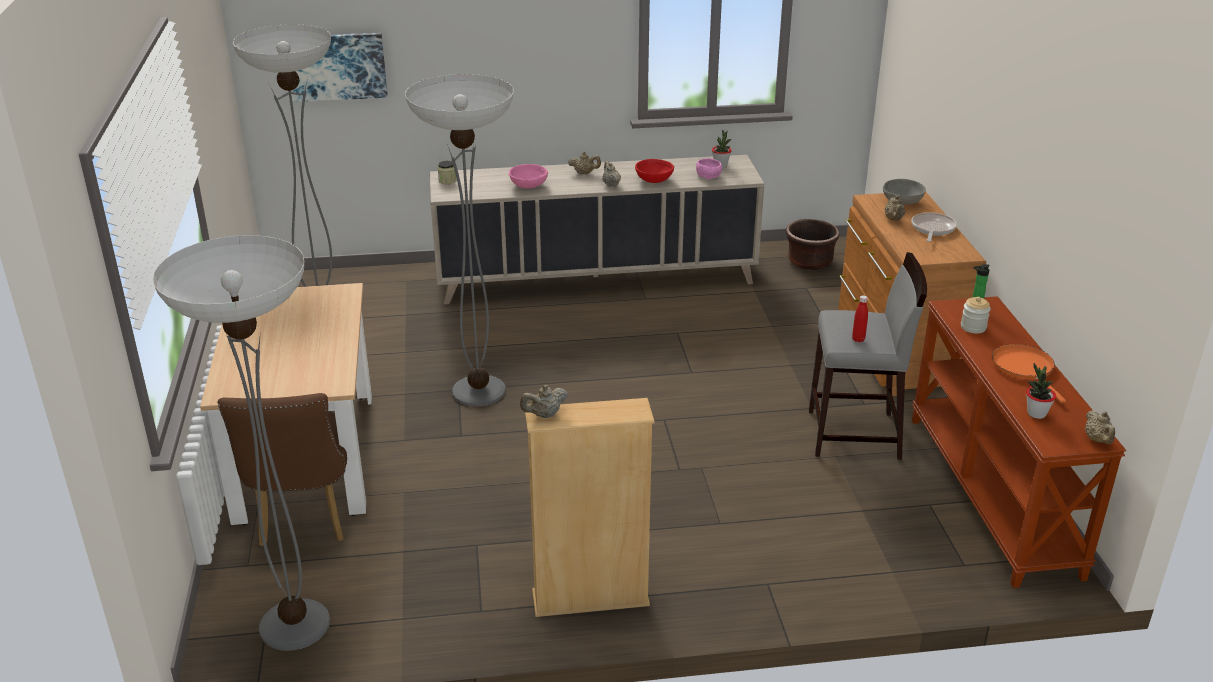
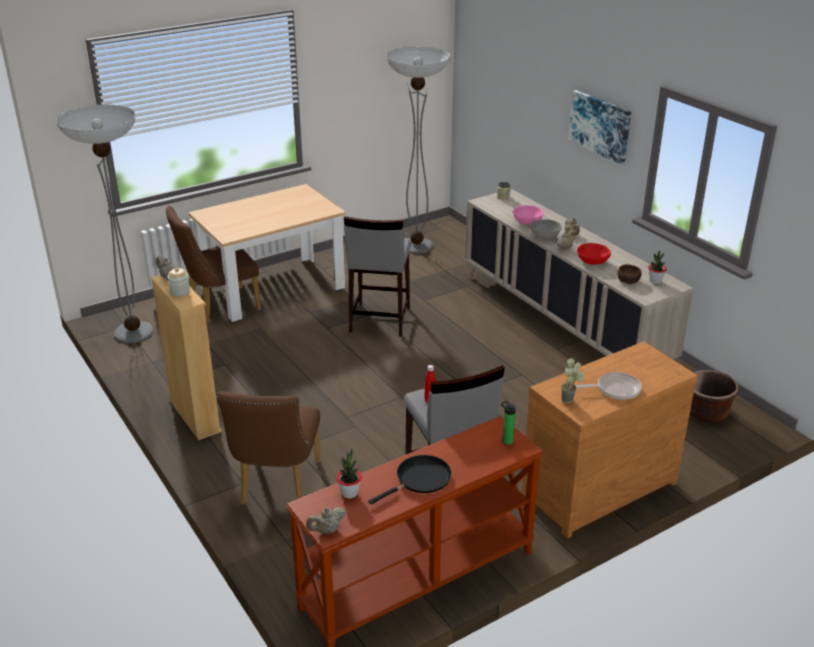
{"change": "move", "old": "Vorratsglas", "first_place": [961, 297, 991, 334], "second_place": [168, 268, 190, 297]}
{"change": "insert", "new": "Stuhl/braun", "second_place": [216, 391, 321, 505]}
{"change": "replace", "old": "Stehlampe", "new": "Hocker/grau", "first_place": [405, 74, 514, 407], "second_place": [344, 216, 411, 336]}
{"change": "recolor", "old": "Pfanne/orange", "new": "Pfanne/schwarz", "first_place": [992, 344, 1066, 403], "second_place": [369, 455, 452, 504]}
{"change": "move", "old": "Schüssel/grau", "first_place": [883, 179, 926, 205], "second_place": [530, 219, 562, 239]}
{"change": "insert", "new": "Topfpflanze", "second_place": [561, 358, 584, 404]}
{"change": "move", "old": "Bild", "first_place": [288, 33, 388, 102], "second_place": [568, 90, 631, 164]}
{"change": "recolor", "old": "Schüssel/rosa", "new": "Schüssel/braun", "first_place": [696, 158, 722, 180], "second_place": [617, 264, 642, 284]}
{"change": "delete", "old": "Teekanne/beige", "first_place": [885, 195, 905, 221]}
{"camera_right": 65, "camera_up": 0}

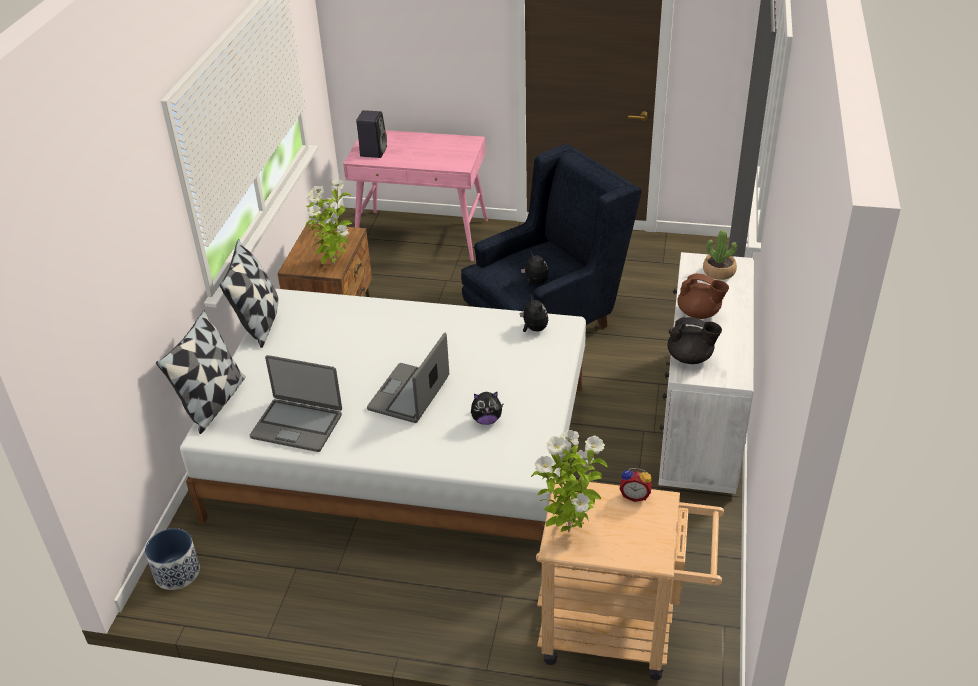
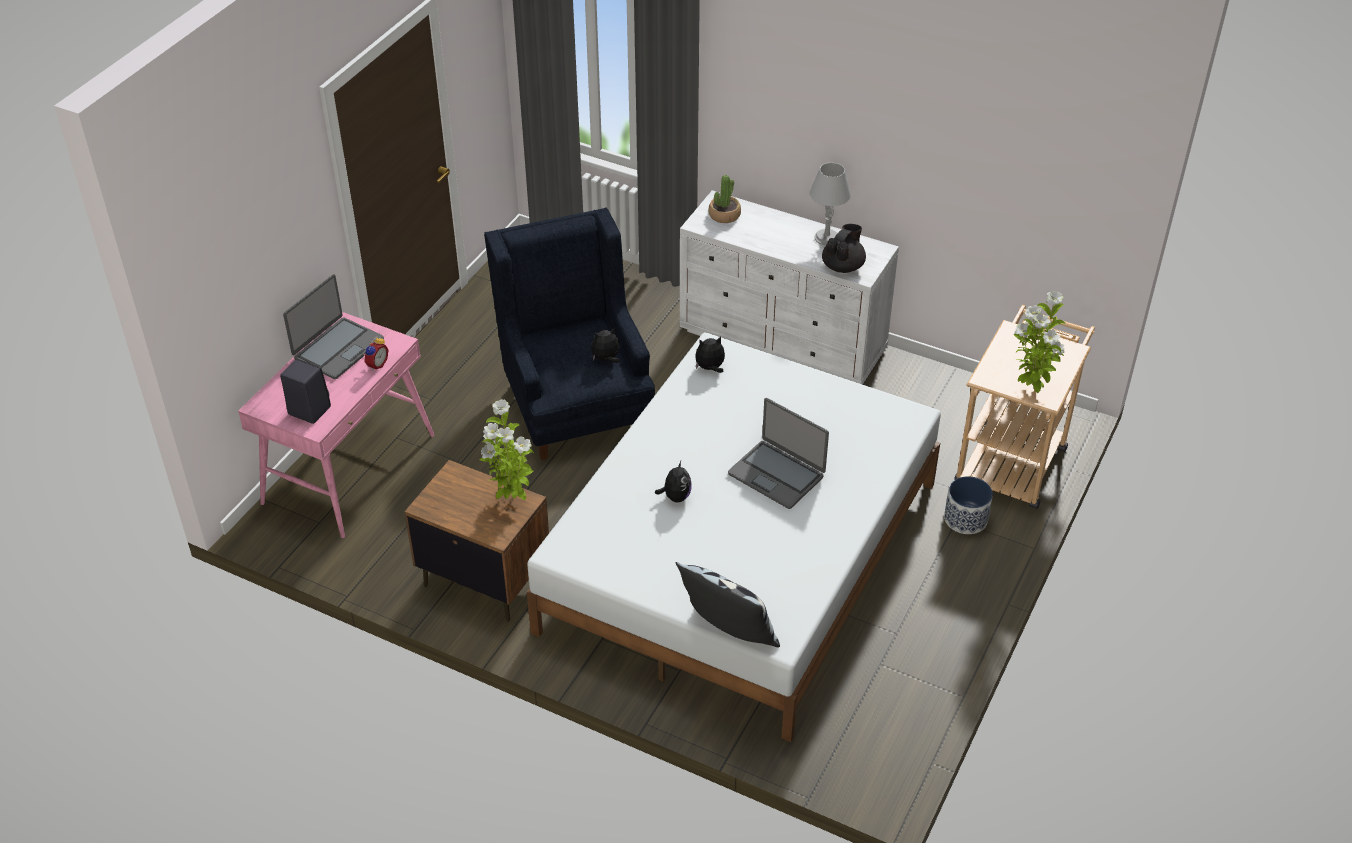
{"change": "move", "old": "Laptop", "first_place": [250, 355, 342, 452], "second_place": [283, 274, 384, 379]}
{"change": "move", "old": "Wecker", "first_place": [620, 468, 652, 502], "second_place": [363, 336, 389, 371]}
{"change": "move", "old": "Plüschtier", "first_place": [471, 391, 504, 425], "second_place": [655, 461, 692, 502]}
{"change": "insert", "new": "Tischlampe/grau", "second_place": [810, 162, 851, 246]}
{"change": "move", "old": "Pflanzkübel", "first_place": [145, 528, 200, 590], "second_place": [944, 476, 993, 534]}
{"change": "delete", "old": "Kissen", "first_place": [219, 239, 278, 348]}
{"change": "delete", "old": "Teekanne/braun", "first_place": [677, 273, 729, 319]}
{"camera_right": -75, "camera_up": 5}

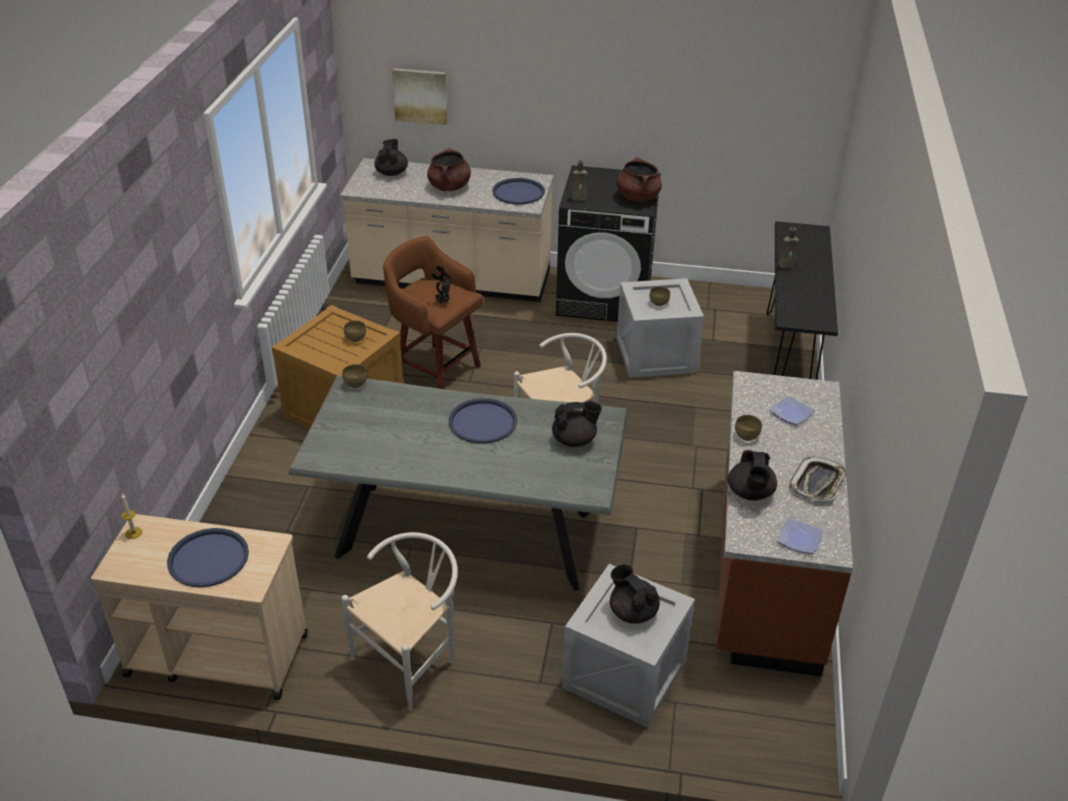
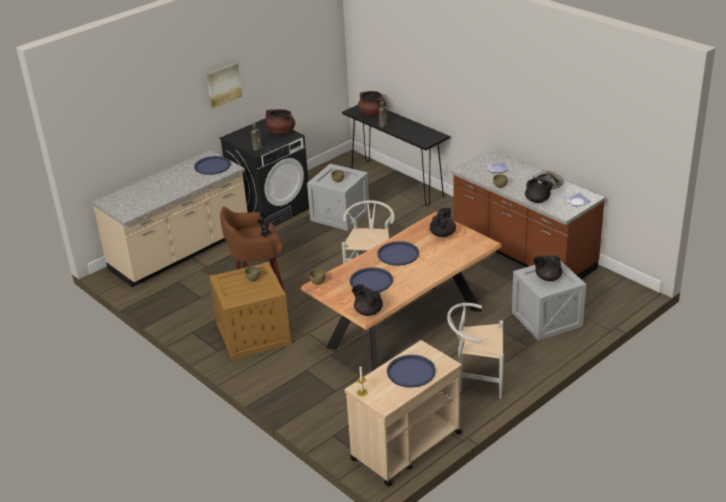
{"change": "move", "old": "Bild", "first_place": [392, 68, 447, 125], "second_place": [207, 62, 242, 109]}
{"change": "recolor", "old": "Esstisch/grau", "new": "Esstisch/braun", "first_place": [288, 376, 628, 591], "second_place": [300, 212, 502, 371]}
{"change": "insert", "new": "Tablett/blau", "second_place": [350, 268, 393, 292]}
{"change": "move", "old": "Teekanne/schwarz", "first_place": [375, 139, 408, 176], "second_place": [352, 284, 383, 316]}
{"change": "move", "old": "Kochtopf/braun", "first_place": [427, 148, 471, 191], "second_place": [358, 91, 386, 116]}
{"change": "rotate", "old": "Stuhl/weiß", "first_place": [341, 532, 458, 711], "second_place": [447, 303, 504, 399], "degrees": -75}
{"camera_right": -50, "camera_up": -5}

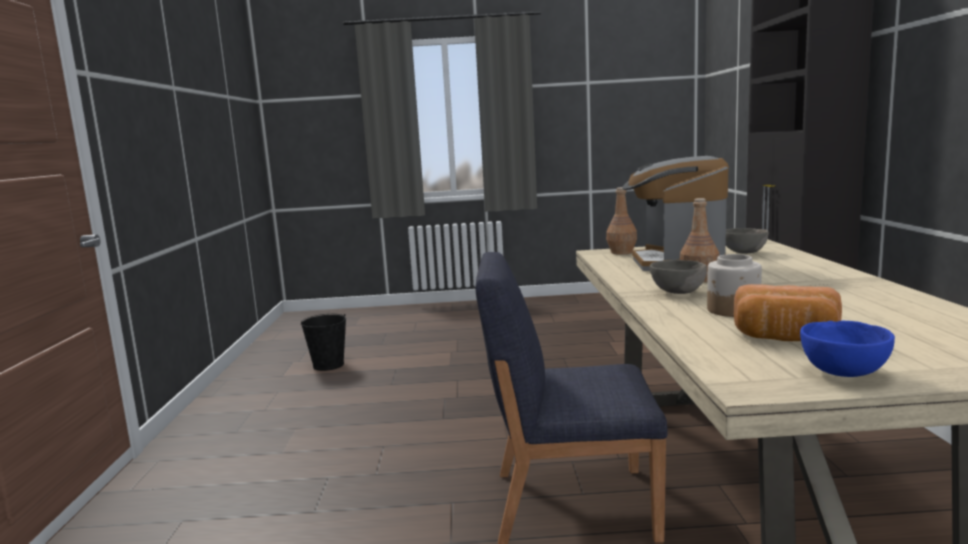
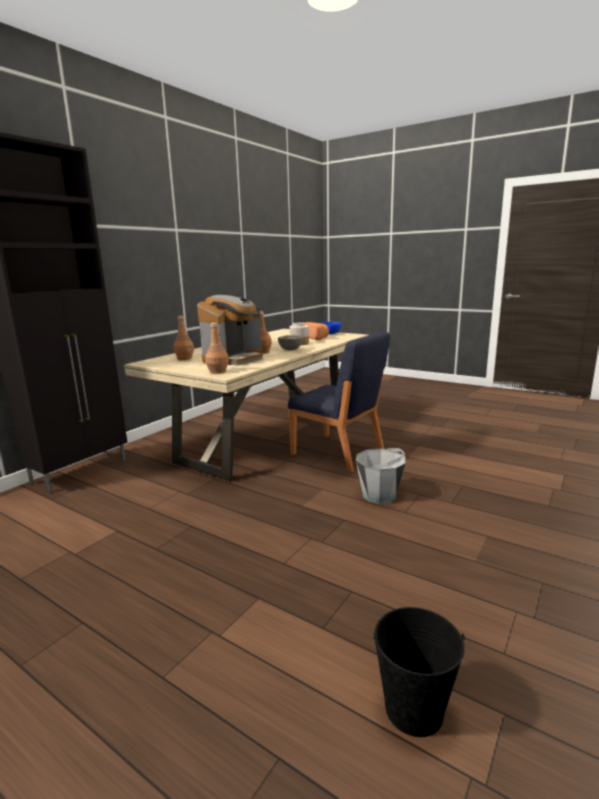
{"change": "replace", "old": "Schüssel/grau", "new": "Flasche/braun", "first_place": [726, 228, 769, 254], "second_place": [173, 316, 194, 360]}
{"change": "insert", "new": "Eimer/grau", "second_place": [356, 448, 406, 504]}
{"camera_right": -145, "camera_up": 5}

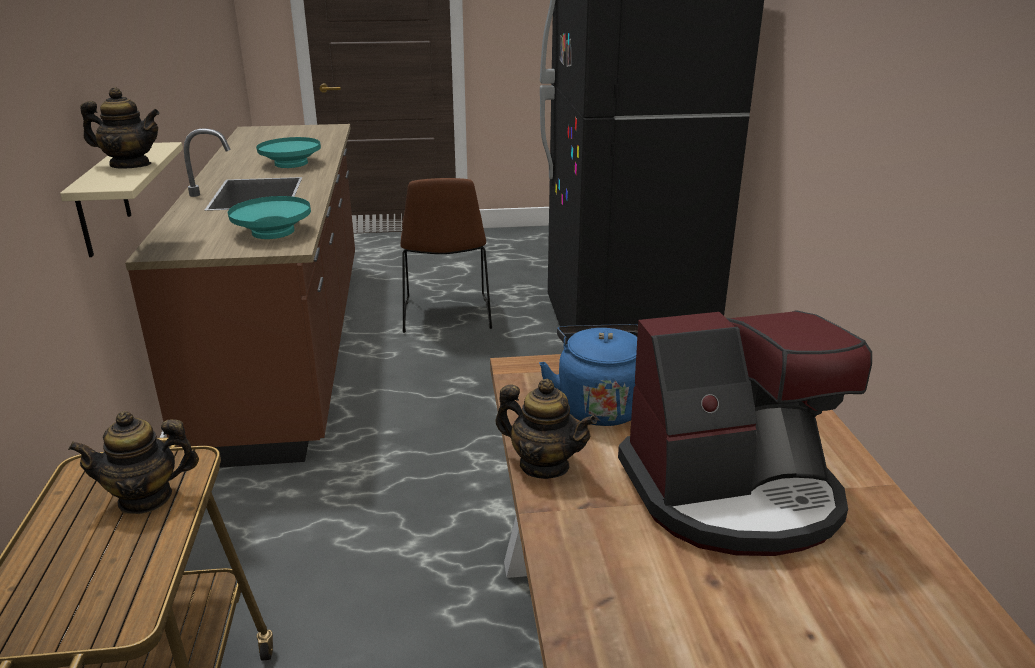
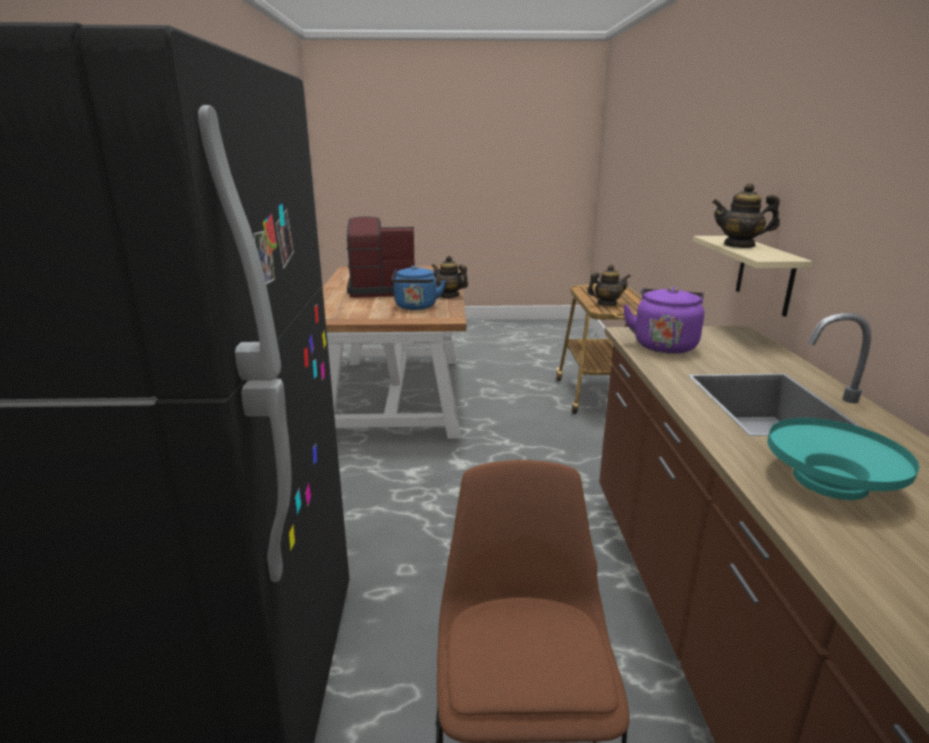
{"change": "replace", "old": "Schüssel/türkis", "new": "Wasserkessel/lila", "first_place": [228, 196, 311, 239], "second_place": [623, 287, 704, 354]}
{"camera_right": -175, "camera_up": -5}

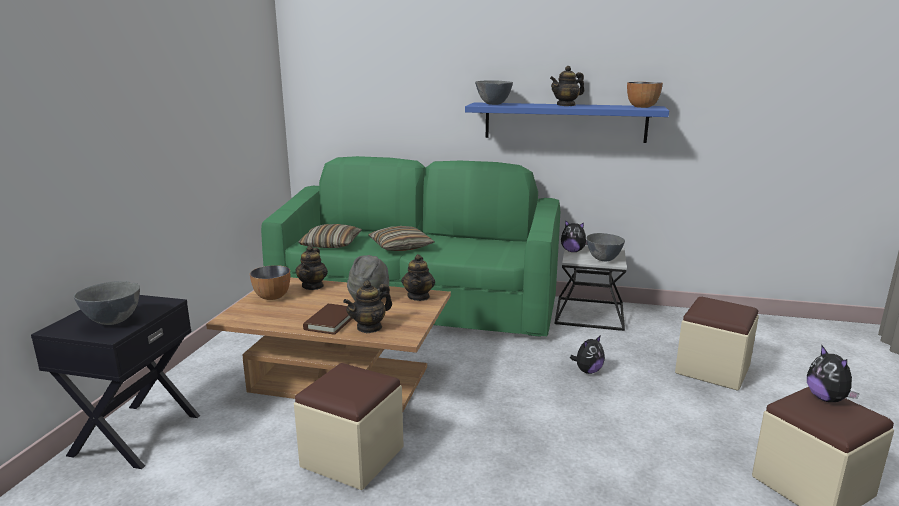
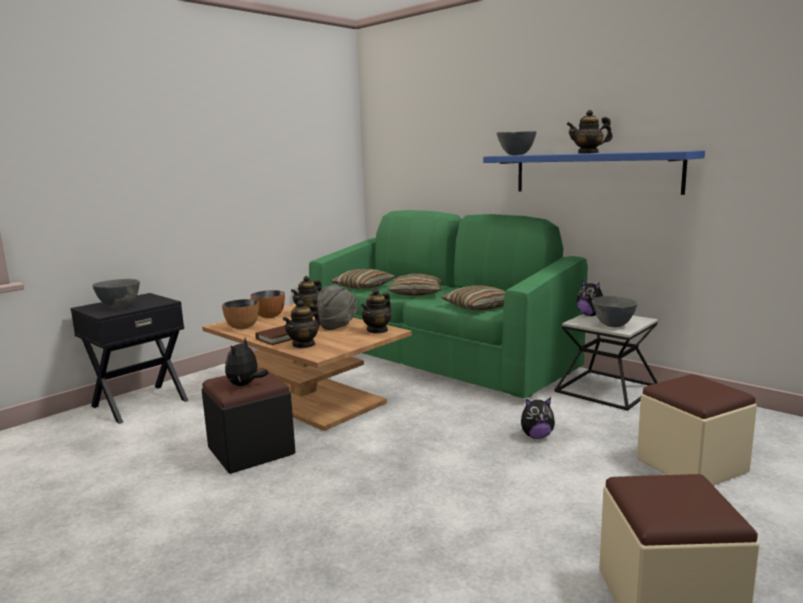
{"change": "recolor", "old": "Polsterhocker/beige", "new": "Polsterhocker/schwarz", "first_place": [294, 363, 404, 490], "second_place": [201, 368, 295, 474]}
{"change": "move", "old": "Schüssel", "first_place": [627, 82, 663, 108], "second_place": [222, 299, 259, 329]}
{"change": "move", "old": "Plüschtier", "first_place": [807, 346, 860, 402], "second_place": [225, 338, 268, 386]}
{"change": "rotate", "old": "Teekanne", "first_place": [343, 280, 392, 333], "second_place": [283, 300, 320, 348], "degrees": -45}
{"change": "insert", "new": "Kissen", "second_place": [441, 285, 506, 310]}
{"camera_right": 30, "camera_up": -5}

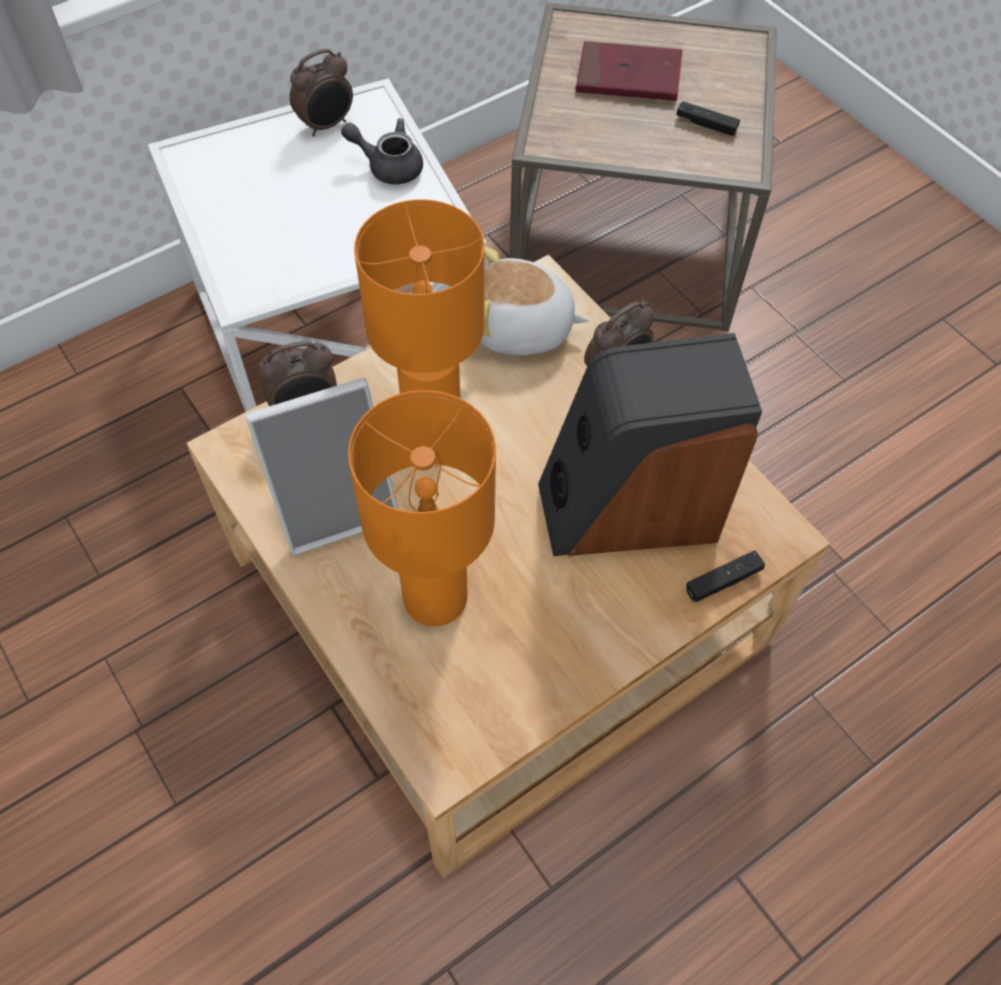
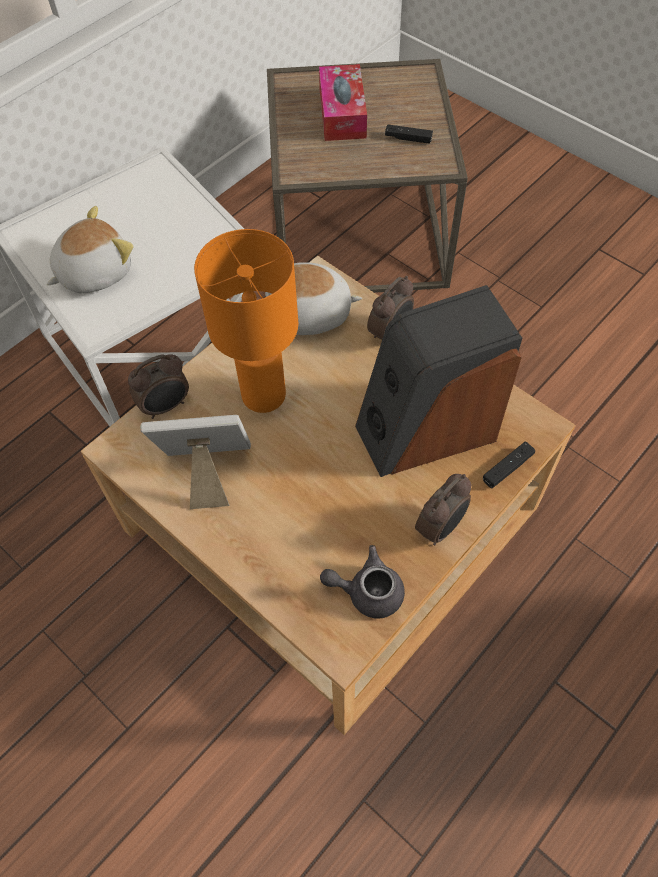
{"change": "insert", "new": "Plüschtier", "second_place": [47, 206, 133, 293]}
{"change": "rotate", "old": "Bilderrahmen", "first_place": [245, 378, 398, 555], "second_place": [140, 415, 251, 509], "degrees": -150}
{"change": "replace", "old": "Buch/rot", "new": "Taschentuchbox", "first_place": [576, 41, 683, 101], "second_place": [319, 64, 367, 141]}
{"change": "move", "old": "Teekanne/grau", "first_place": [341, 118, 423, 184], "second_place": [320, 545, 405, 618]}
{"change": "move", "old": "Wecker", "first_place": [289, 48, 353, 136], "second_place": [415, 474, 471, 545]}
{"change": "delete", "old": "Tischlampe/orange", "first_place": [348, 390, 496, 626]}
{"camera_right": -10, "camera_up": 0}

